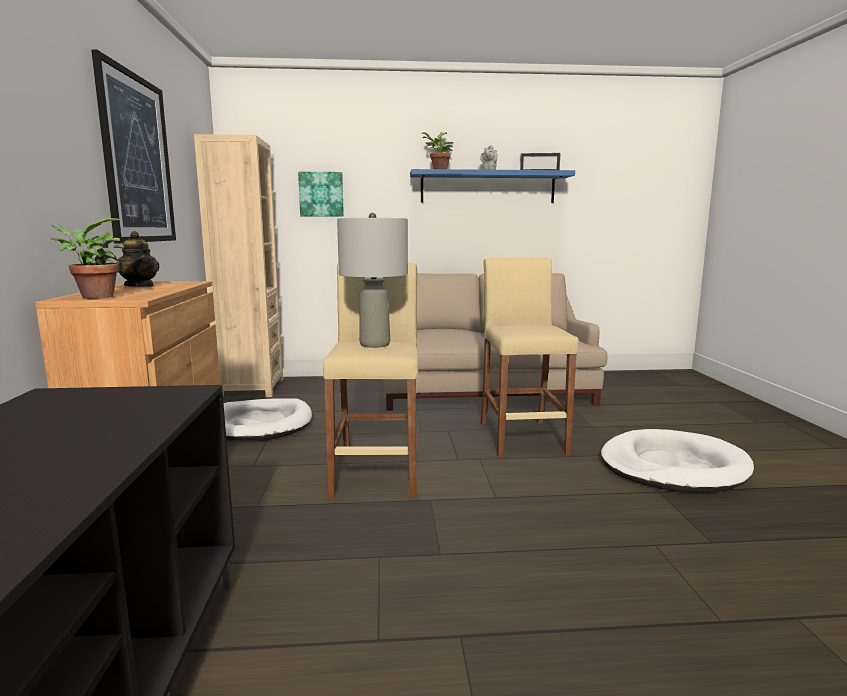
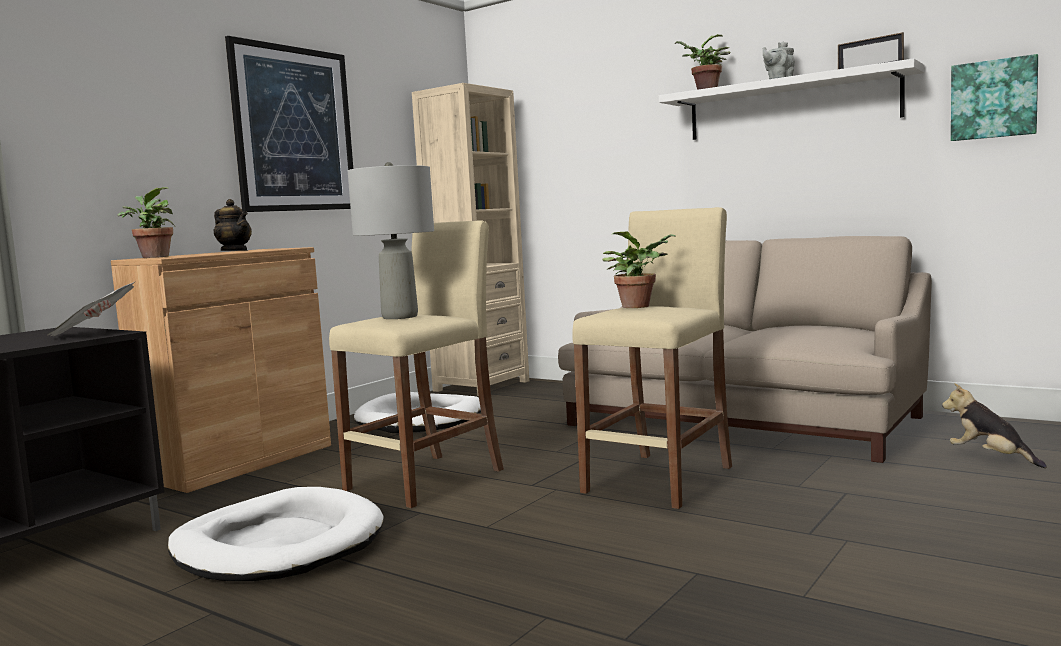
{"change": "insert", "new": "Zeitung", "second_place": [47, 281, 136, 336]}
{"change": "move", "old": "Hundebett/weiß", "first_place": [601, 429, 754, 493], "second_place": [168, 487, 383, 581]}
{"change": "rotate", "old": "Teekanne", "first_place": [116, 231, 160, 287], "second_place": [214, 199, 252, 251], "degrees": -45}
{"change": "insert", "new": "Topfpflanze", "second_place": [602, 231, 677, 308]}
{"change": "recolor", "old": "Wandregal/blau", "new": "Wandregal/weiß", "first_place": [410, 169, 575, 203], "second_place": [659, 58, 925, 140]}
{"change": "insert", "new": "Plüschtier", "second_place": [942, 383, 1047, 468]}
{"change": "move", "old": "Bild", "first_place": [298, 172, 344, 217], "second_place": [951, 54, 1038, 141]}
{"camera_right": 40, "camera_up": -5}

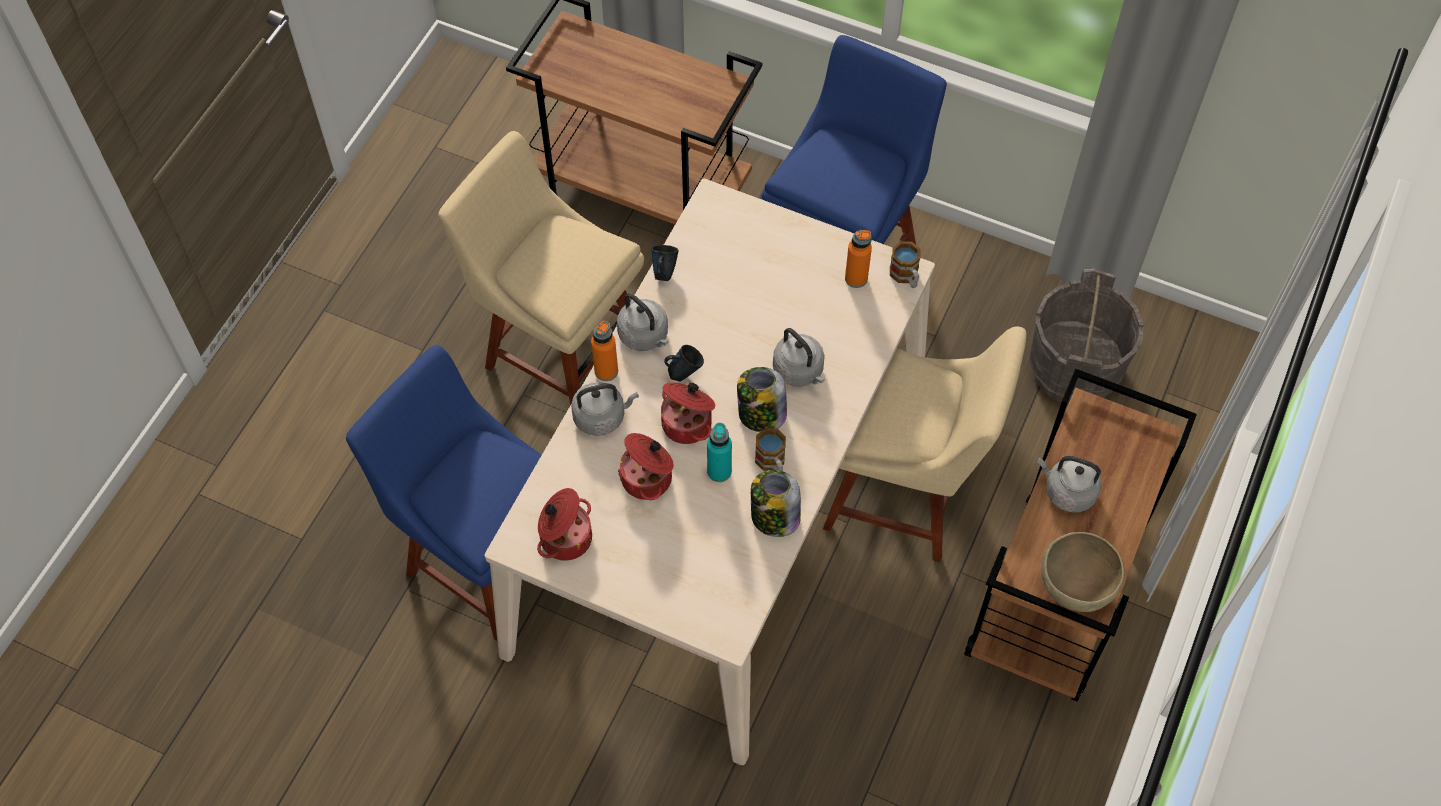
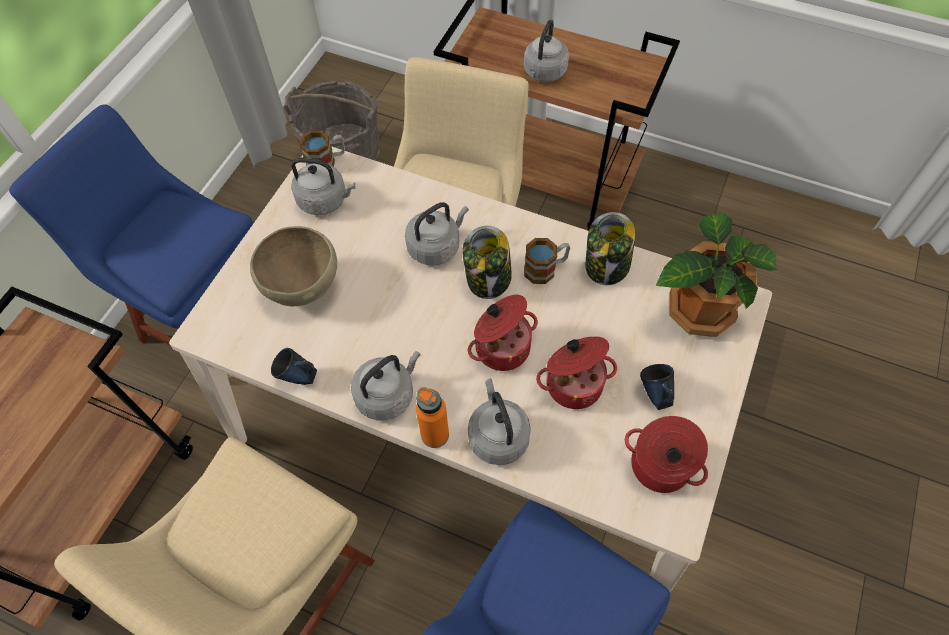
{"change": "move", "old": "Schüssel/braun", "first_place": [1041, 532, 1125, 612], "second_place": [250, 226, 337, 306]}
{"change": "replace", "old": "Flasche/orange", "new": "Wasserkessel/grau", "first_place": [845, 230, 872, 288], "second_place": [291, 158, 355, 215]}
{"change": "move", "old": "Henkelbecher/blau", "first_place": [664, 345, 704, 382], "second_place": [640, 364, 674, 410]}
{"change": "insert", "new": "Topfpflanze", "second_place": [655, 213, 778, 337]}
{"change": "delete", "old": "Flasche/türkis", "first_place": [707, 423, 732, 482]}
{"camera_right": -90, "camera_up": 0}

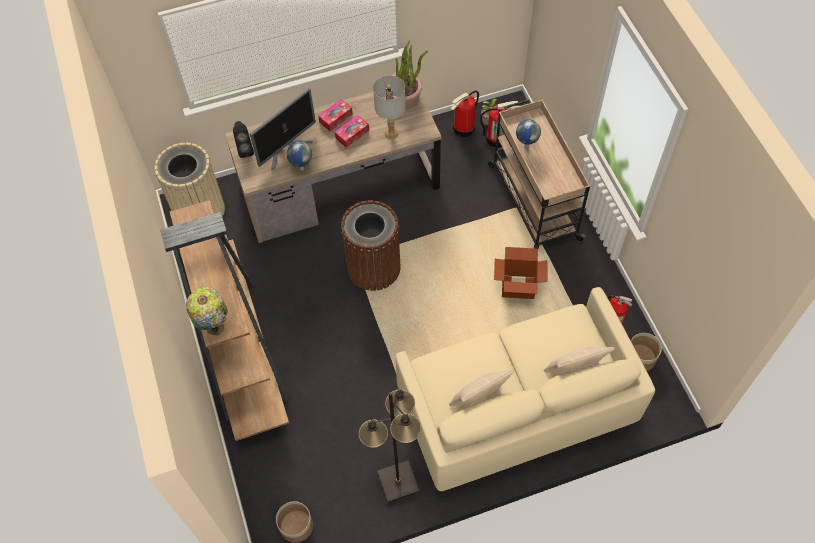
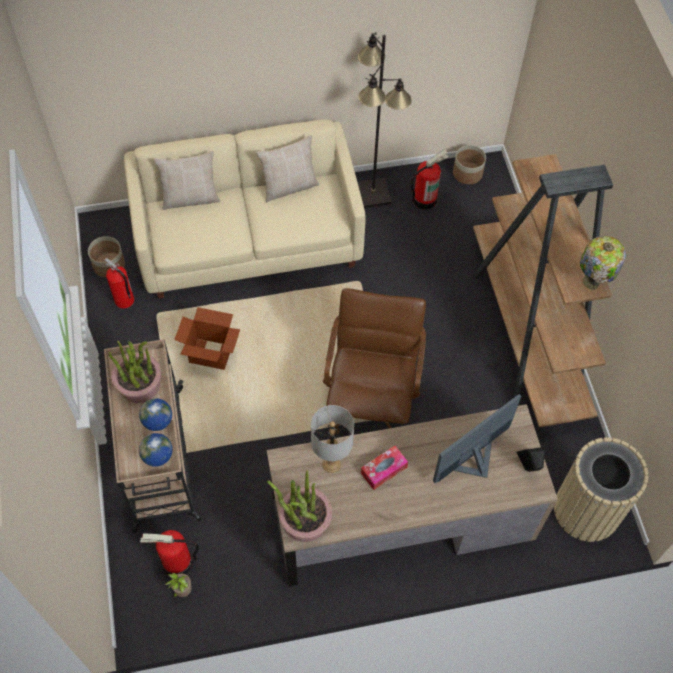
{"change": "insert", "new": "Topfpflanze", "second_place": [109, 341, 161, 403]}
{"change": "move", "old": "Globus", "first_place": [287, 141, 312, 171], "second_place": [139, 433, 173, 467]}
{"change": "replace", "old": "Mülleimer/braun", "new": "Bürostuhl/braun", "first_place": [341, 200, 400, 291], "second_place": [323, 288, 426, 434]}
{"change": "move", "old": "Feuerlöscher", "first_place": [450, 90, 479, 137], "second_place": [411, 150, 449, 210]}
{"change": "move", "old": "Tischlampe", "first_place": [186, 287, 228, 336], "second_place": [580, 236, 626, 290]}
{"change": "delete", "old": "Taschentuchbox", "first_place": [318, 99, 353, 131]}
{"camera_right": -175, "camera_up": 0}

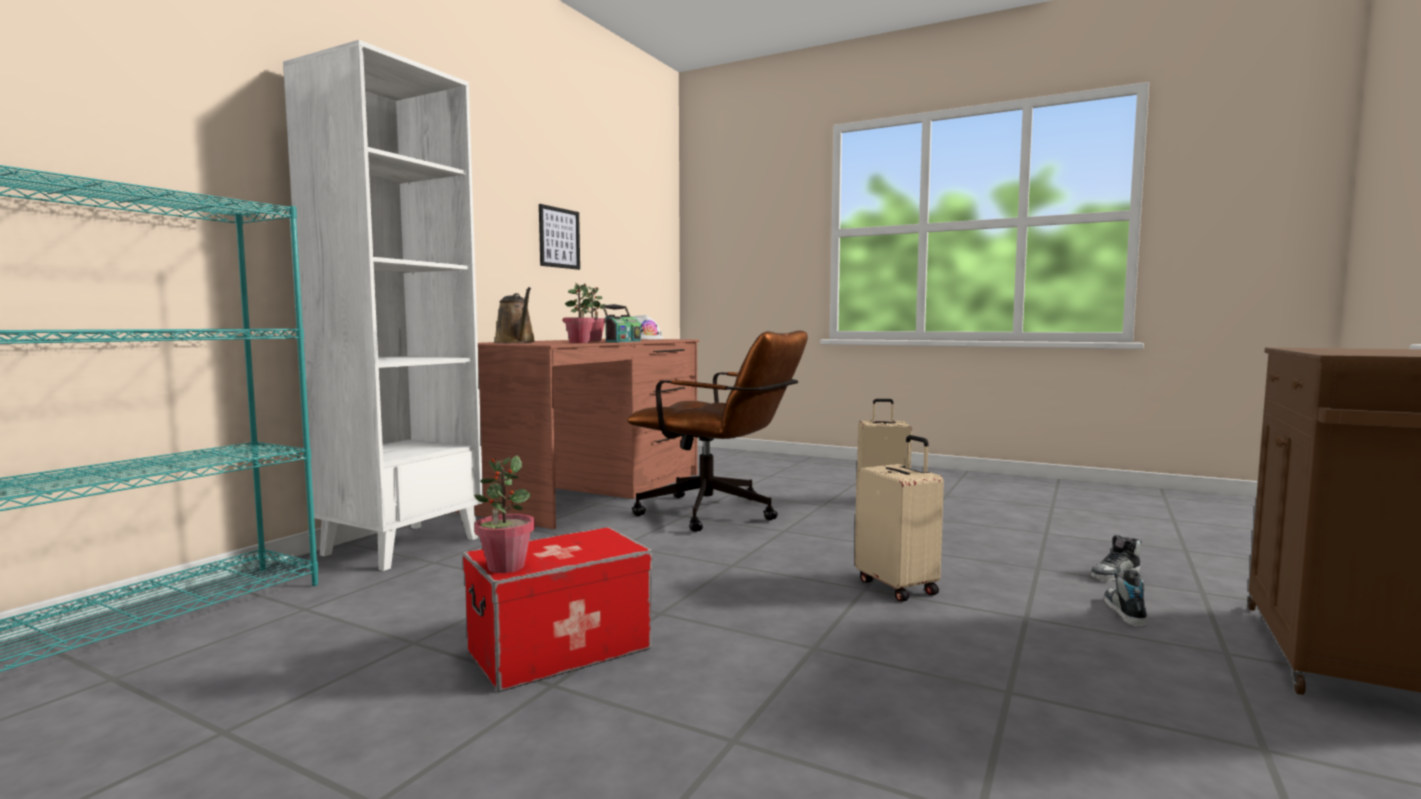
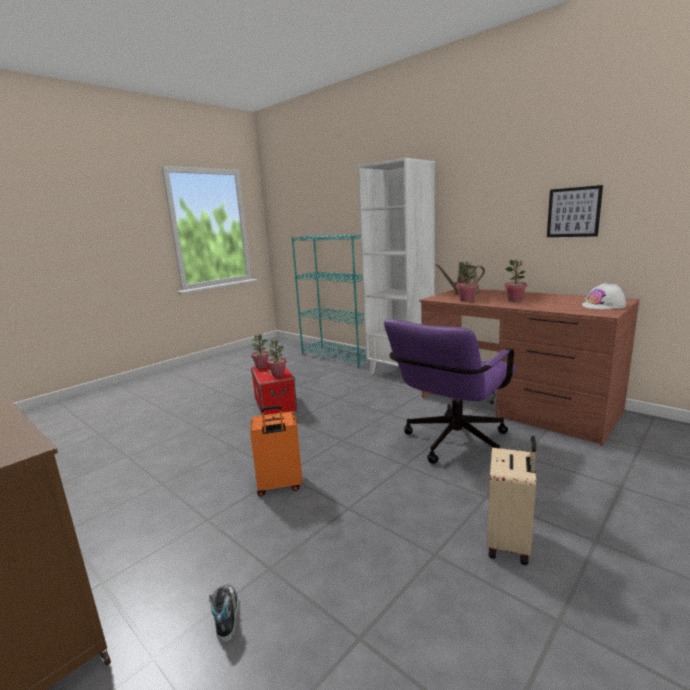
{"change": "recolor", "old": "Koffer/beige", "new": "Koffer/orange", "first_place": [855, 435, 944, 602], "second_place": [250, 405, 302, 497]}
{"change": "insert", "new": "Topfpflanze", "second_place": [267, 340, 287, 377]}
{"change": "recolor", "old": "Bürostuhl/braun", "new": "Bürostuhl/lila", "first_place": [627, 330, 808, 532], "second_place": [384, 319, 516, 464]}
{"change": "delete", "old": "Radio", "first_place": [602, 304, 641, 342]}
{"change": "delete", "old": "Schuh", "first_place": [1104, 569, 1147, 627]}
{"camera_right": 105, "camera_up": 10}

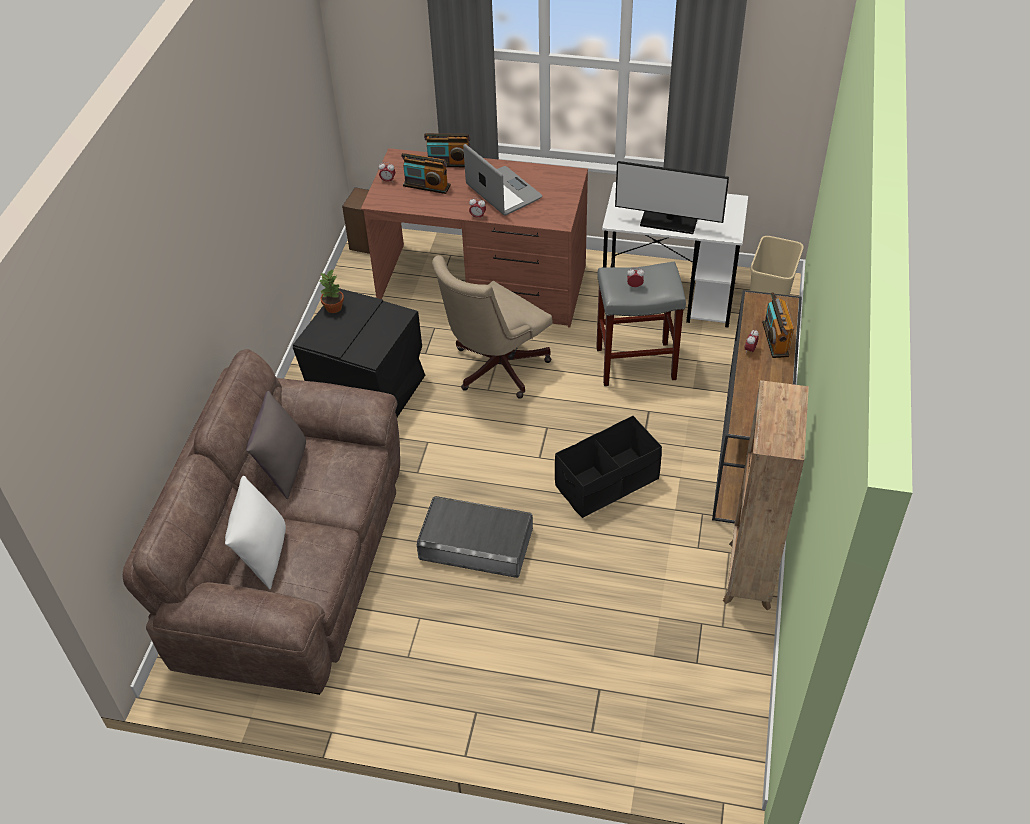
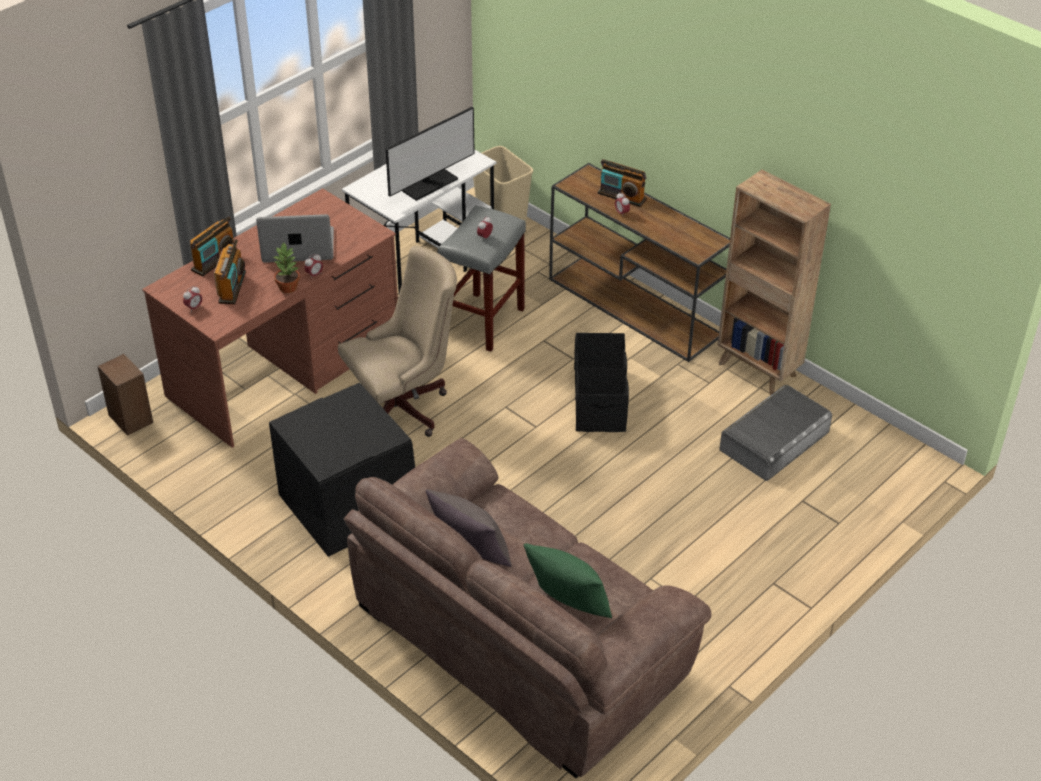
{"change": "rotate", "old": "Radio", "first_place": [401, 153, 451, 194], "second_place": [214, 239, 246, 304], "degrees": -45}
{"change": "move", "old": "Topfpflanze", "first_place": [320, 269, 344, 313], "second_place": [274, 243, 300, 293]}
{"change": "rotate", "old": "Bürostuhl/beige", "first_place": [432, 255, 552, 398], "second_place": [338, 246, 457, 437], "degrees": -105}
{"change": "recolor", "old": "Kissen/weiß", "new": "Kissen/grün", "first_place": [225, 476, 286, 590], "second_place": [524, 543, 612, 618]}
{"change": "move", "old": "Aufbewahrungsbox/grau", "first_place": [417, 496, 533, 578], "second_place": [720, 385, 832, 481]}
{"camera_right": -60, "camera_up": -5}

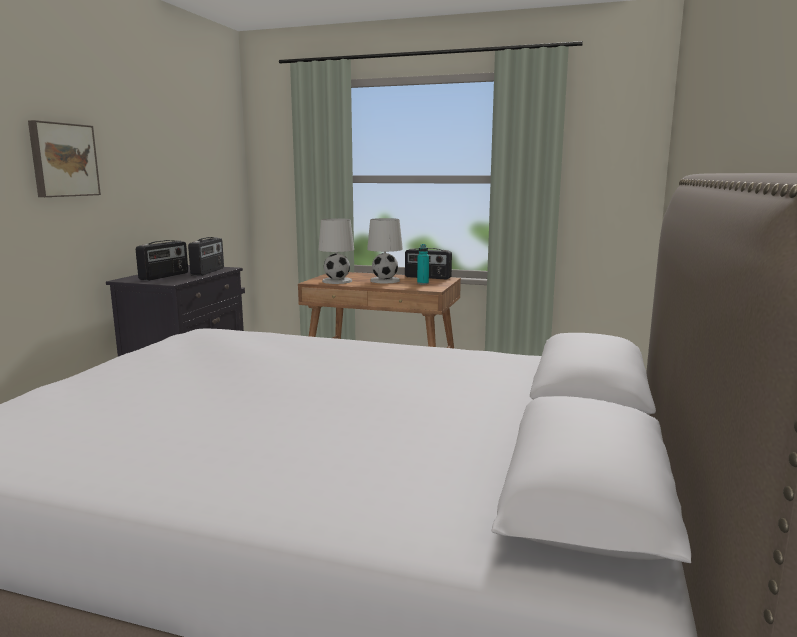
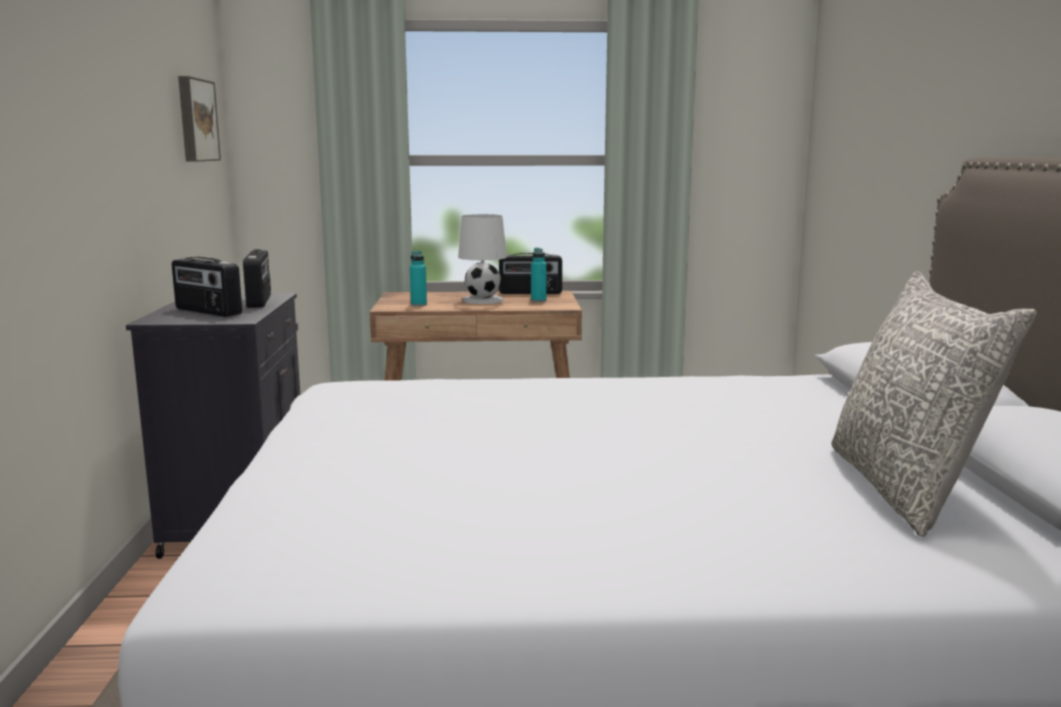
{"change": "rotate", "old": "Radio", "first_place": [136, 240, 188, 281], "second_place": [172, 257, 242, 317], "degrees": 120}
{"change": "move", "old": "Bild", "first_place": [28, 120, 101, 197], "second_place": [178, 76, 221, 162]}
{"change": "replace", "old": "Tischlampe/weiß", "new": "Flasche/türkis", "first_place": [318, 218, 354, 284], "second_place": [410, 251, 427, 306]}
{"change": "insert", "new": "Kissen/grau", "second_place": [831, 271, 1037, 537]}
{"camera_right": -20, "camera_up": 0}

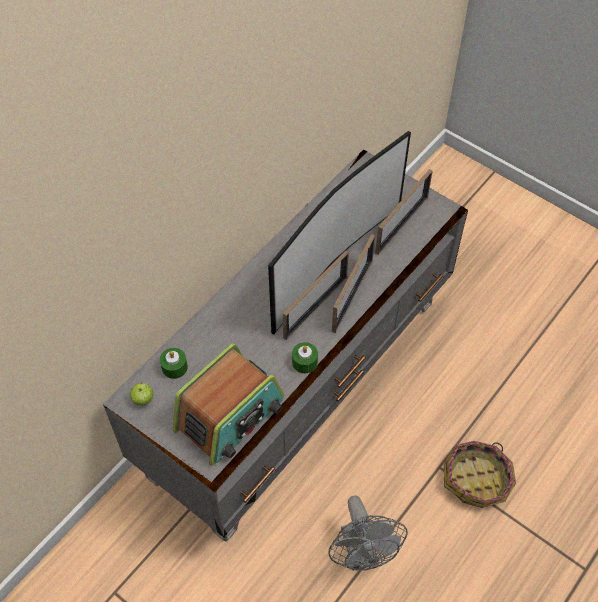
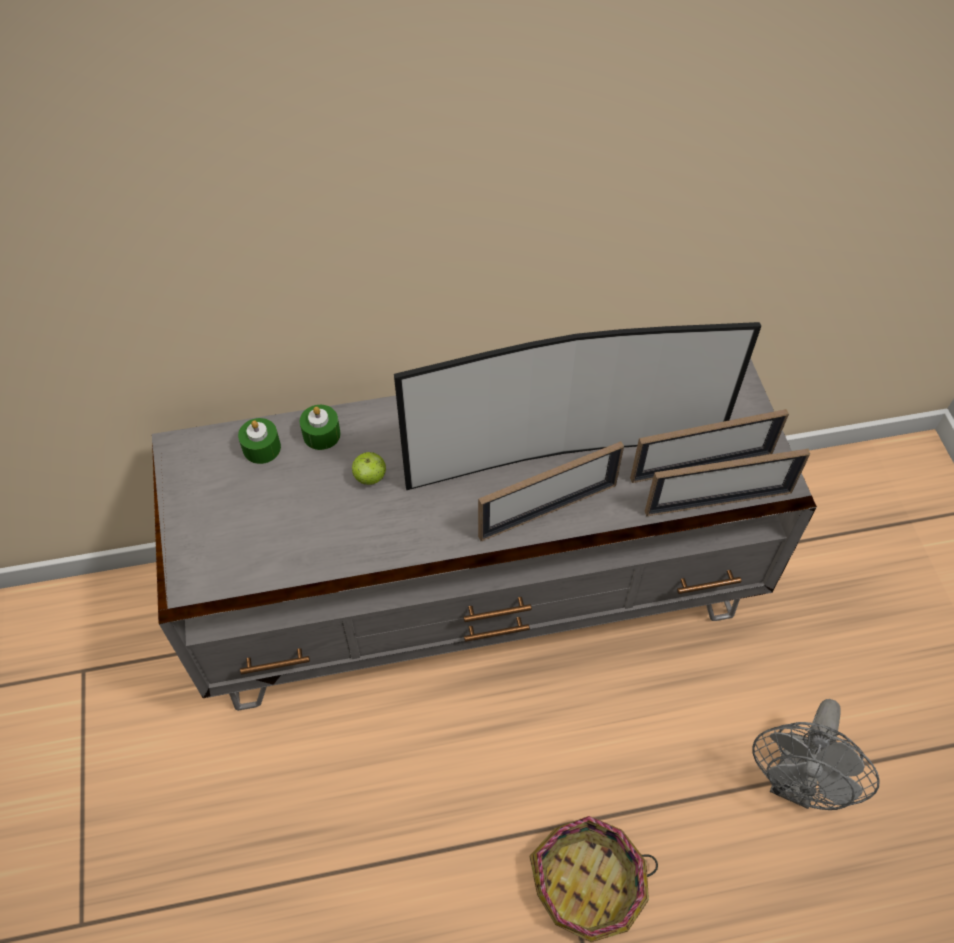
{"change": "move", "old": "Kerze/grün", "first_place": [292, 342, 318, 373], "second_place": [300, 405, 341, 450]}
{"change": "move", "old": "Apfel", "first_place": [130, 383, 153, 406], "second_place": [352, 452, 386, 485]}
{"change": "move", "old": "Bilderrahmen", "first_place": [283, 250, 349, 340], "second_place": [645, 449, 810, 516]}
{"change": "move", "old": "Ventilator/grau", "first_place": [328, 495, 408, 571], "second_place": [753, 699, 880, 810]}
{"change": "delete", "old": "Radio", "first_place": [173, 343, 284, 466]}
{"camera_right": 40, "camera_up": 0}

